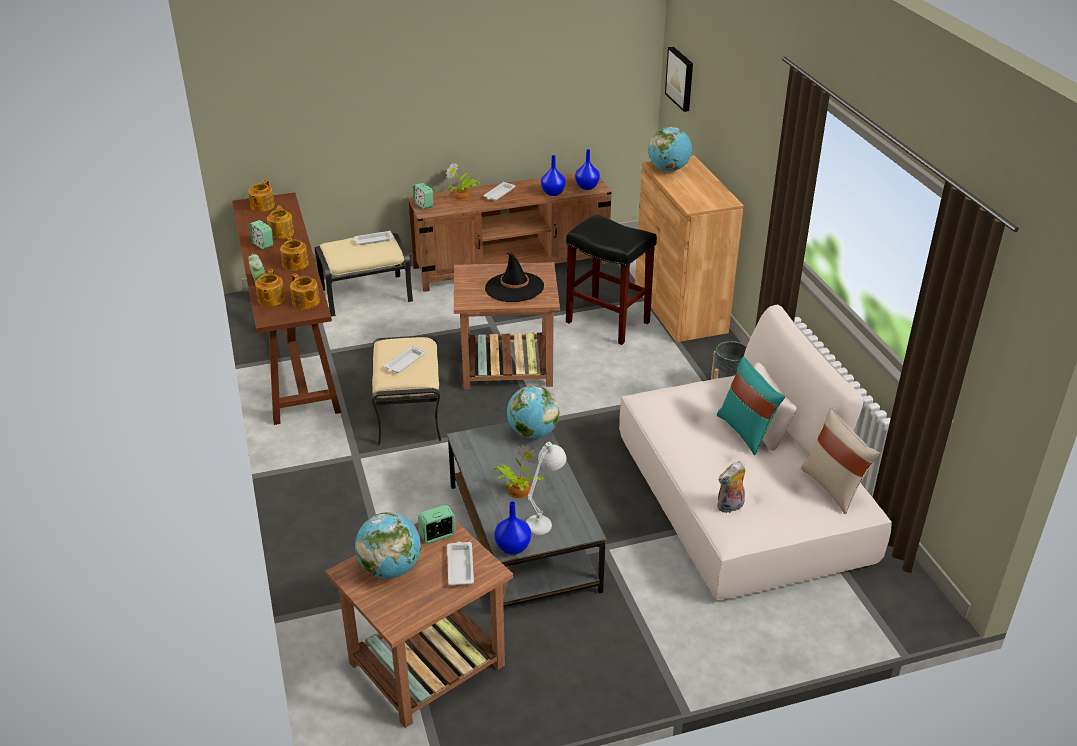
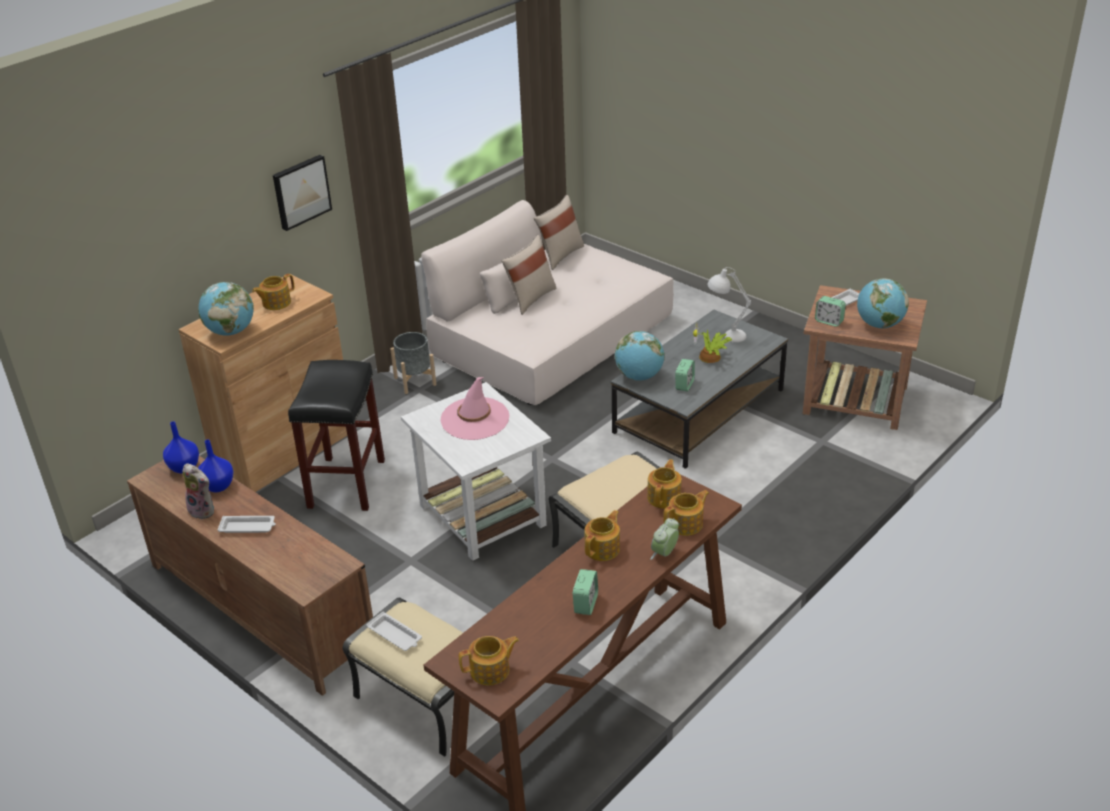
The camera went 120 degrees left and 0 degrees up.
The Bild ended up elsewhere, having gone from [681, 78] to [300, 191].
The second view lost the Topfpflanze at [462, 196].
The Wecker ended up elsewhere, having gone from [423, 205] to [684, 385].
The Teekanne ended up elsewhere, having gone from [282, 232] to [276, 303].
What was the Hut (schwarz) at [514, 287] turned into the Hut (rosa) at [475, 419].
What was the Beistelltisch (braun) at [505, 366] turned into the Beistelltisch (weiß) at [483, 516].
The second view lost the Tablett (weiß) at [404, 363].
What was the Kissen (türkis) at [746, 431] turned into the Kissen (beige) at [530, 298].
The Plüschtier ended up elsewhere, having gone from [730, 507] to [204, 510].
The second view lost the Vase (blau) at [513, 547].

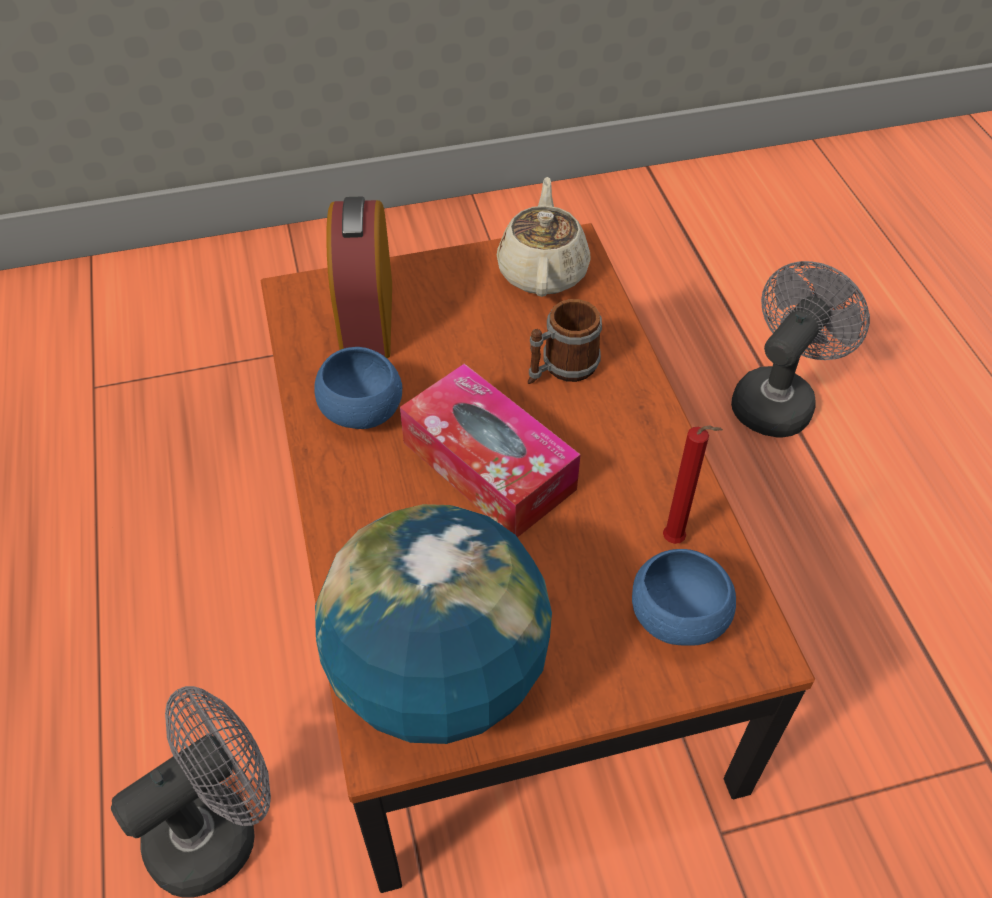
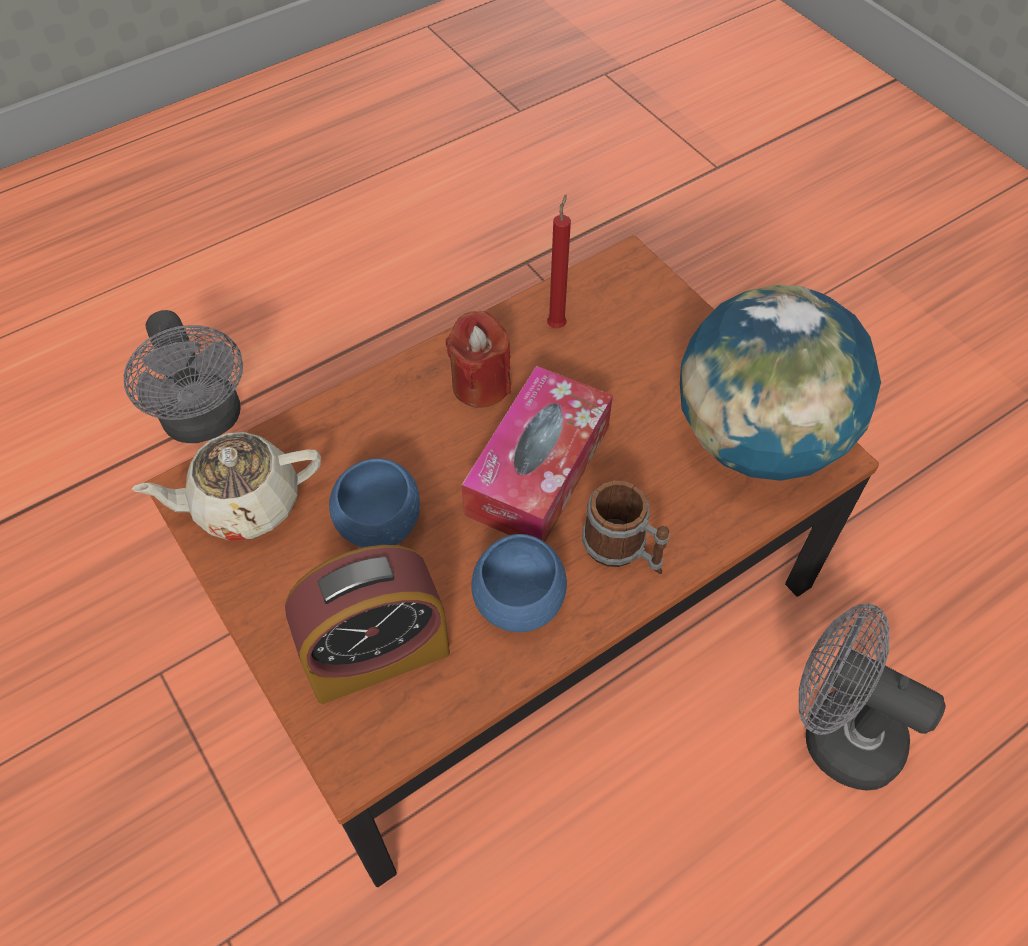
The camera went 110 degrees left and 5 degrees up.
The Ventilator (grau) at [778, 399] ended up facing another way, 135 degrees counterclockwise from before.
The Henkelbecher ended up elsewhere, having gone from [561, 368] to [623, 550].
The Schüssel (blau) ended up elsewhere, having gone from [677, 618] to [379, 524].
The second view gained the Kerze (rot) at [481, 385].

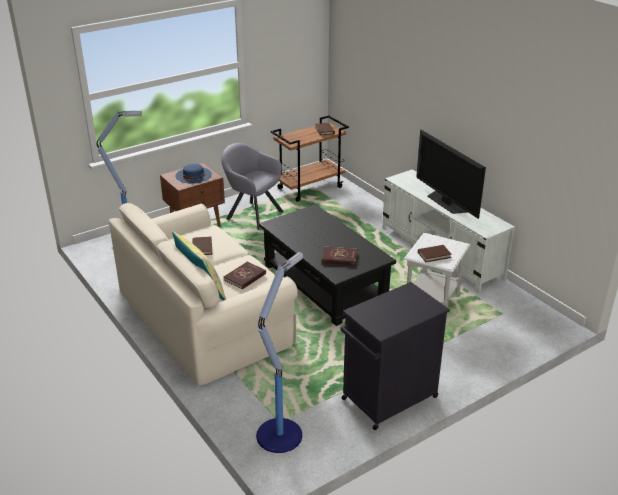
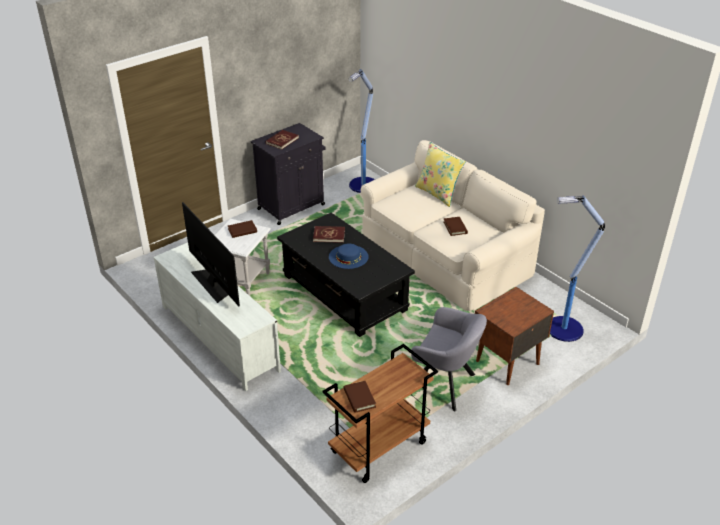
The camera went 175 degrees right and 5 degrees up.
The Hut (blau) ended up elsewhere, having gone from [193, 175] to [348, 256].
The Buch (rot) ended up elsewhere, having gone from [245, 277] to [282, 141].

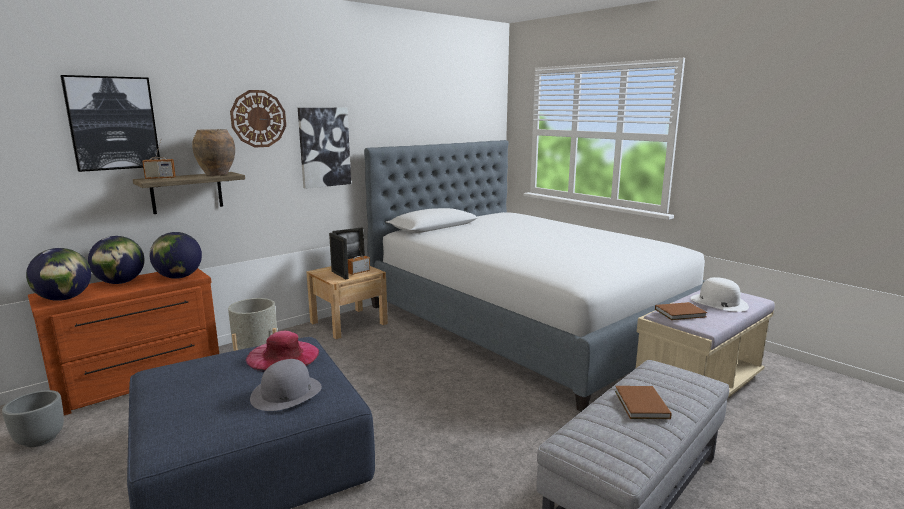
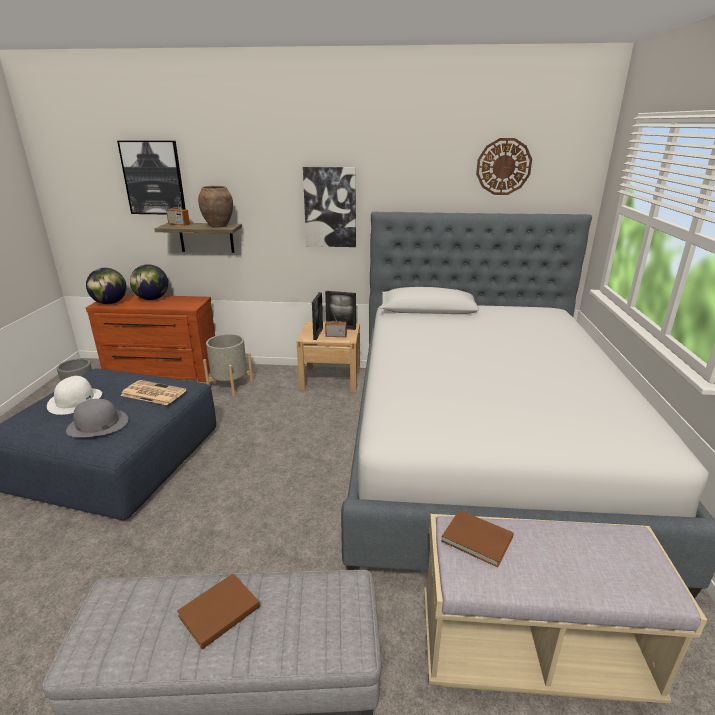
The camera went 45 degrees right and 10 degrees up.
The Wanduhr ended up elsewhere, having gone from [258, 119] to [503, 166].
The second view lost the Globus at [178, 277].
The Hut (weiß) ended up elsewhere, having gone from [718, 302] to [75, 400].
Where the Hut (rosa) stood at [283, 356], the Zeitung came to stand at [152, 393].

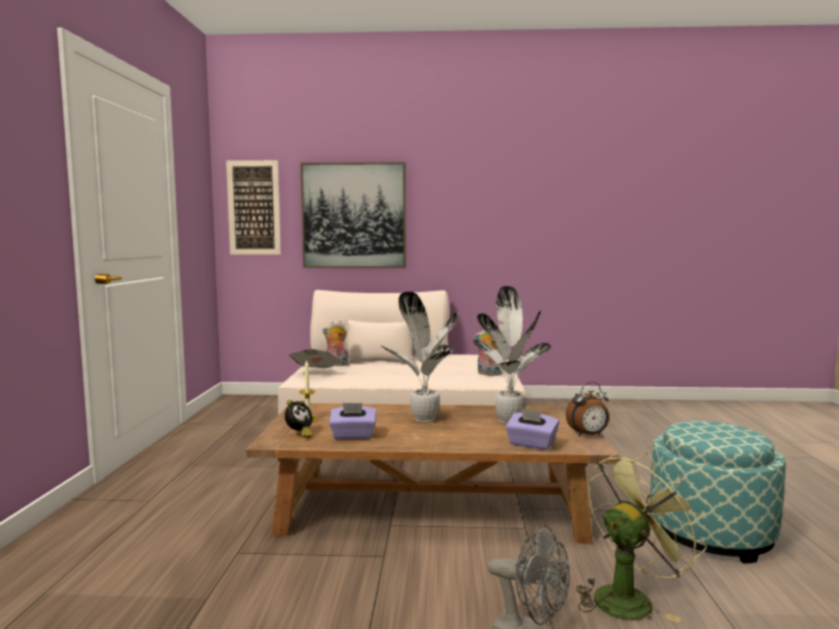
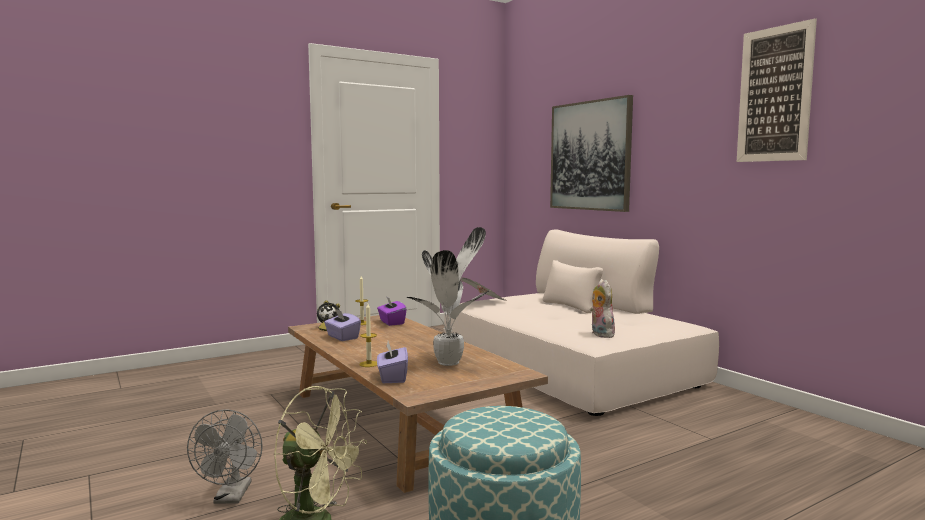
The camera went 55 degrees right and 0 degrees up.
The Bild ended up elsewhere, having gone from [254, 208] to [774, 94].
The second view lost the Topfpflanze at [423, 419].
The second view lost the Plüschtier at [336, 365].
The second view lost the Wecker at [588, 435].
The second view gained the Taschentuchbox (lila) at [391, 322].
The second view gained the Kerze at [369, 364].

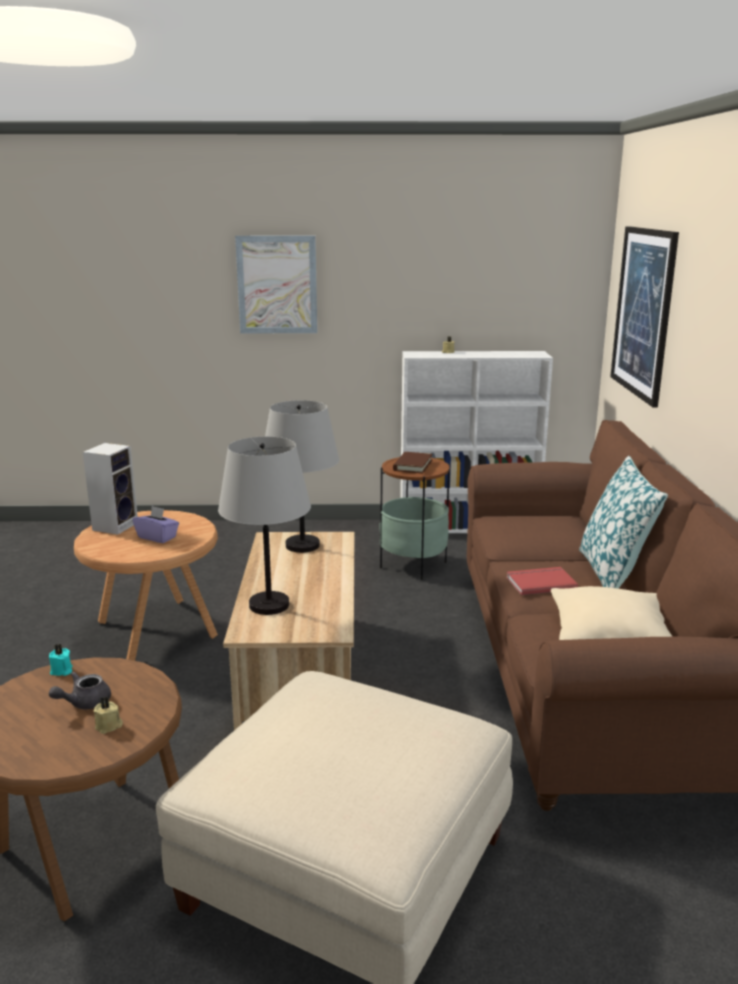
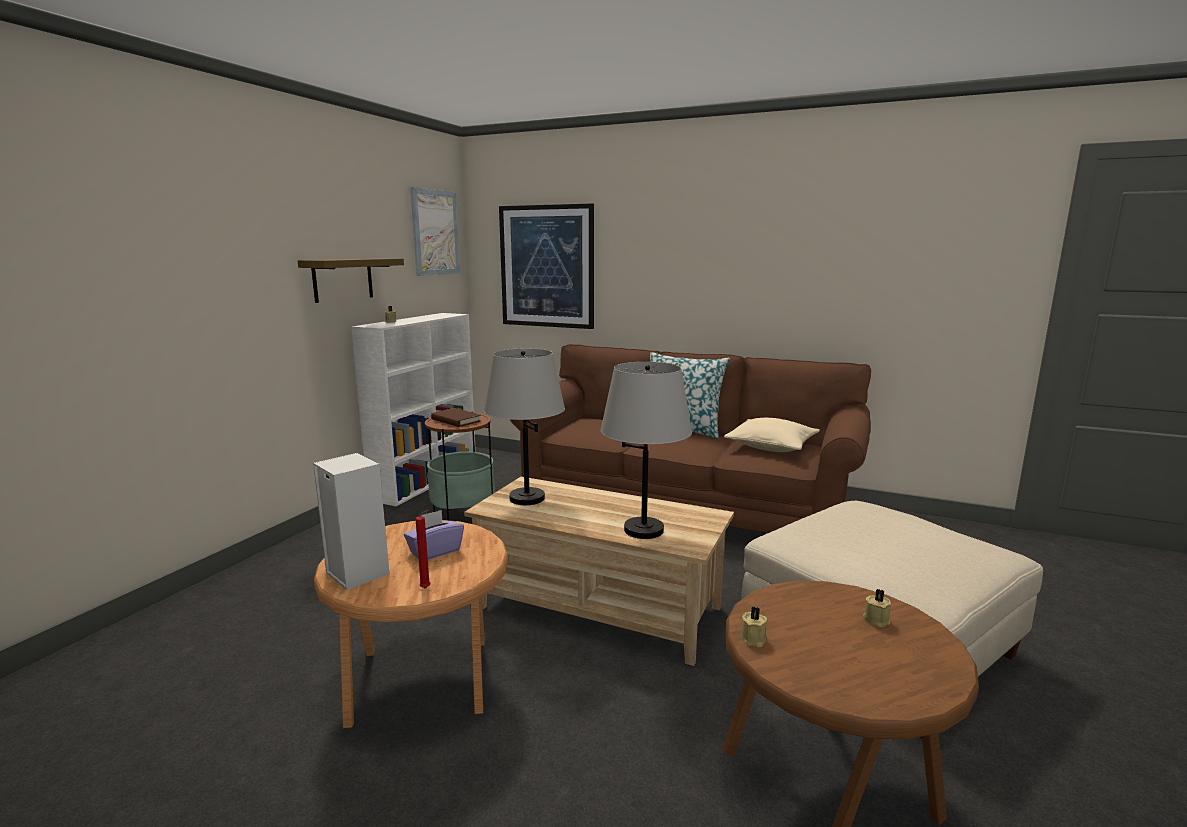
The camera went 65 degrees left and 5 degrees down.
The Bild ended up elsewhere, having gone from [277, 285] to [435, 232].
The second view lost the Buch (rot) at [540, 582].
What was the Kerze (türkis) at [62, 671] turned into the Kerze (beige) at [754, 639].
The second view lost the Teekanne (grau) at [84, 703].
The second view gained the Wandregal at [343, 279].
The second view gained the Kerze (rot) at [427, 588].

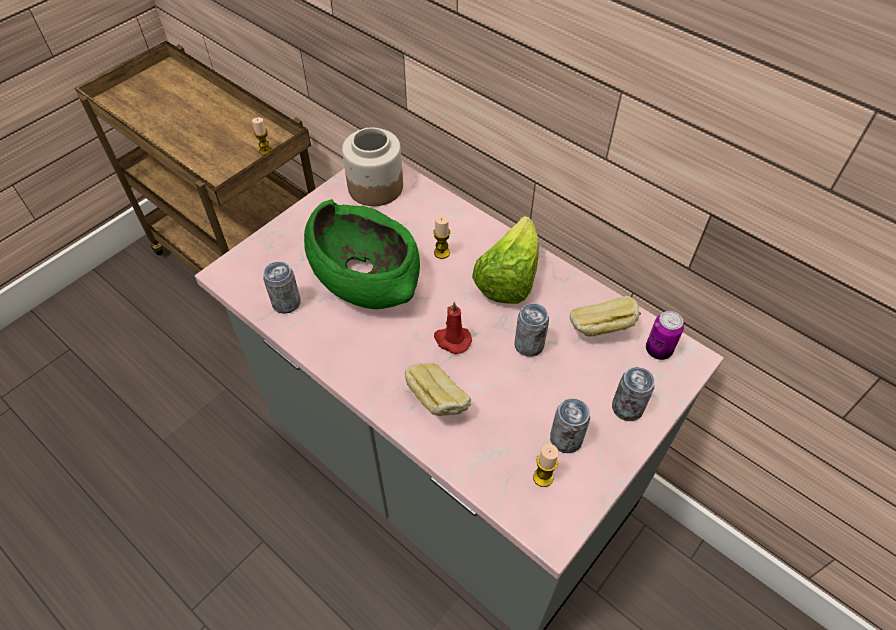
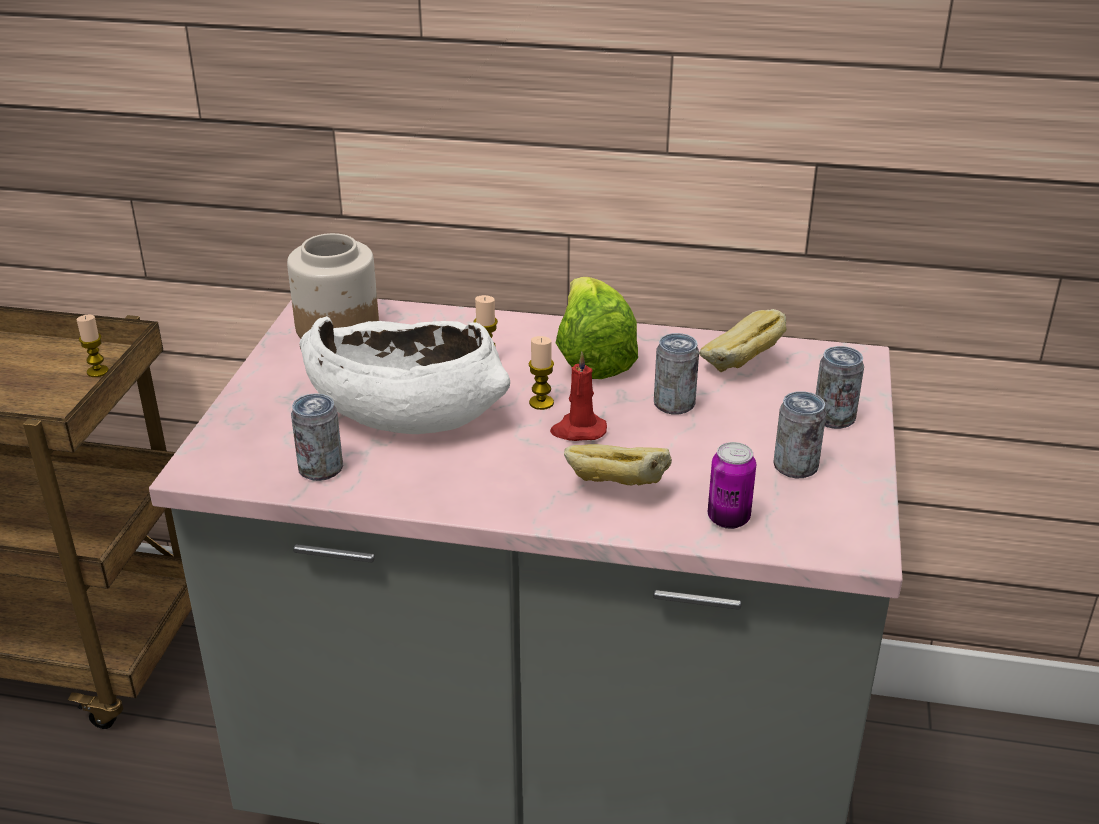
The camera went 30 degrees left and 20 degrees down.
What was the Schüssel (grün) at [364, 275] turned into the Schüssel (weiß) at [404, 410].
The Dose ended up elsewhere, having gone from [658, 350] to [728, 519].
The Kerze ended up elsewhere, having gone from [543, 477] to [541, 403].

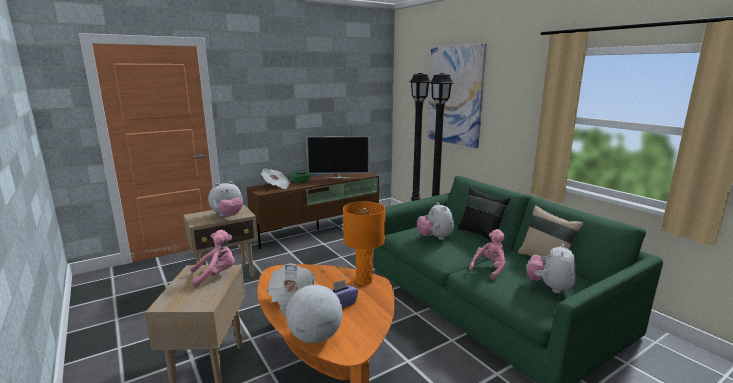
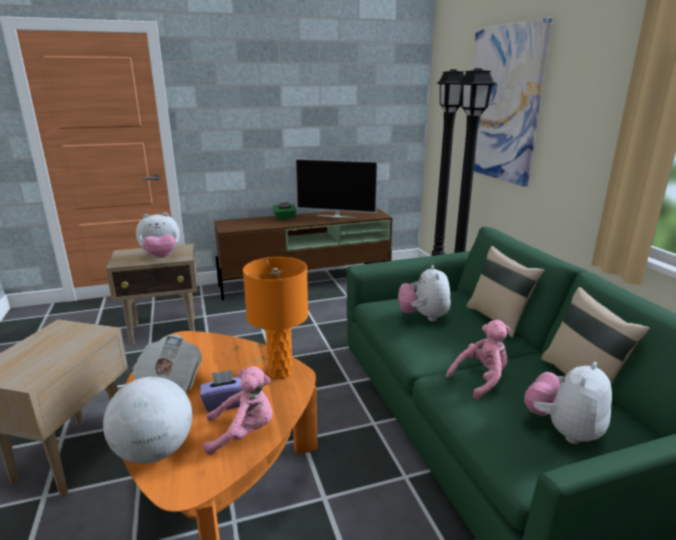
The camera went 15 degrees right and 5 degrees up.
The second view lost the Zeitung at [276, 186].
What was the Kissen (schwarz) at [481, 234] turned into the Kissen (beige) at [498, 319].
The Plüschtier (rosa) ended up elsewhere, having gone from [216, 275] to [244, 433].

